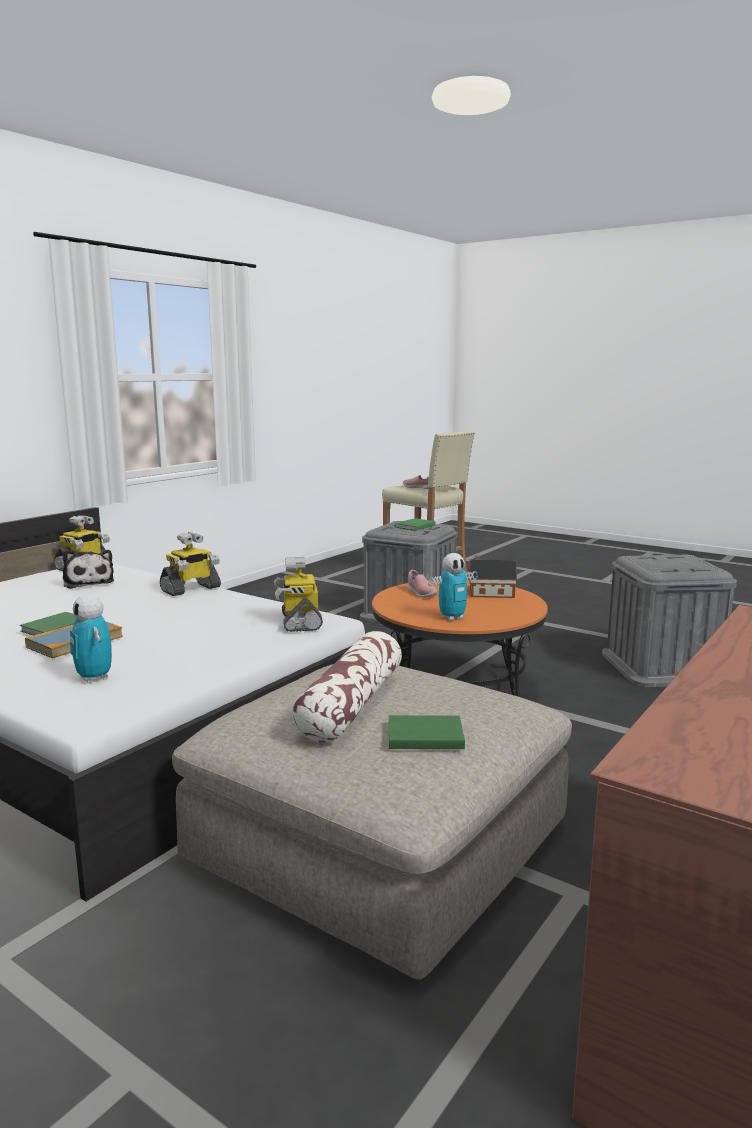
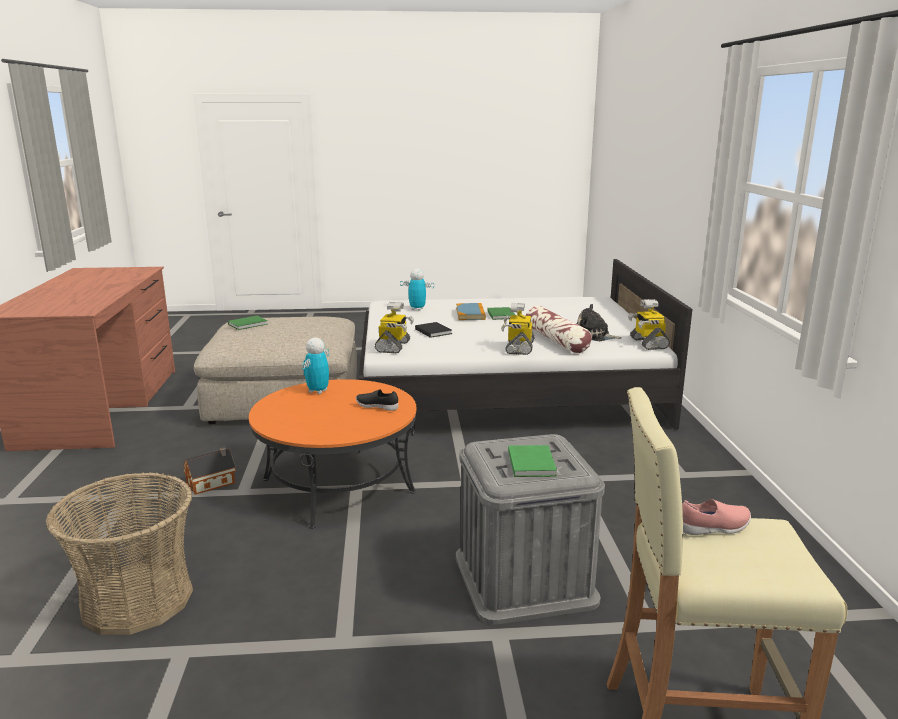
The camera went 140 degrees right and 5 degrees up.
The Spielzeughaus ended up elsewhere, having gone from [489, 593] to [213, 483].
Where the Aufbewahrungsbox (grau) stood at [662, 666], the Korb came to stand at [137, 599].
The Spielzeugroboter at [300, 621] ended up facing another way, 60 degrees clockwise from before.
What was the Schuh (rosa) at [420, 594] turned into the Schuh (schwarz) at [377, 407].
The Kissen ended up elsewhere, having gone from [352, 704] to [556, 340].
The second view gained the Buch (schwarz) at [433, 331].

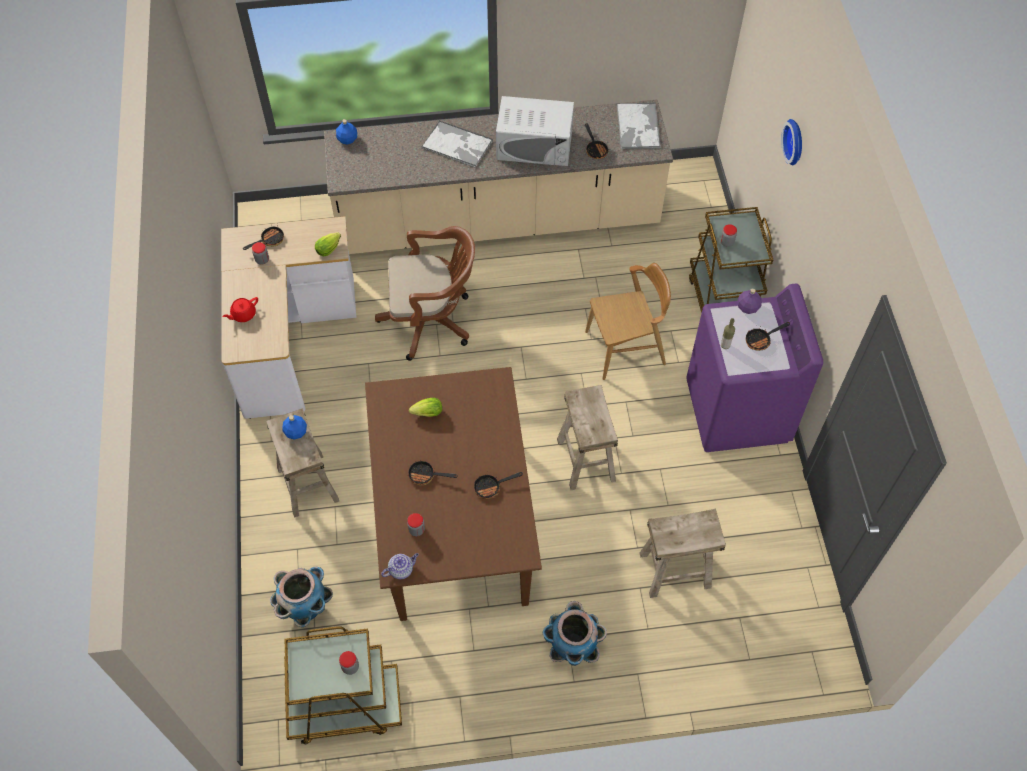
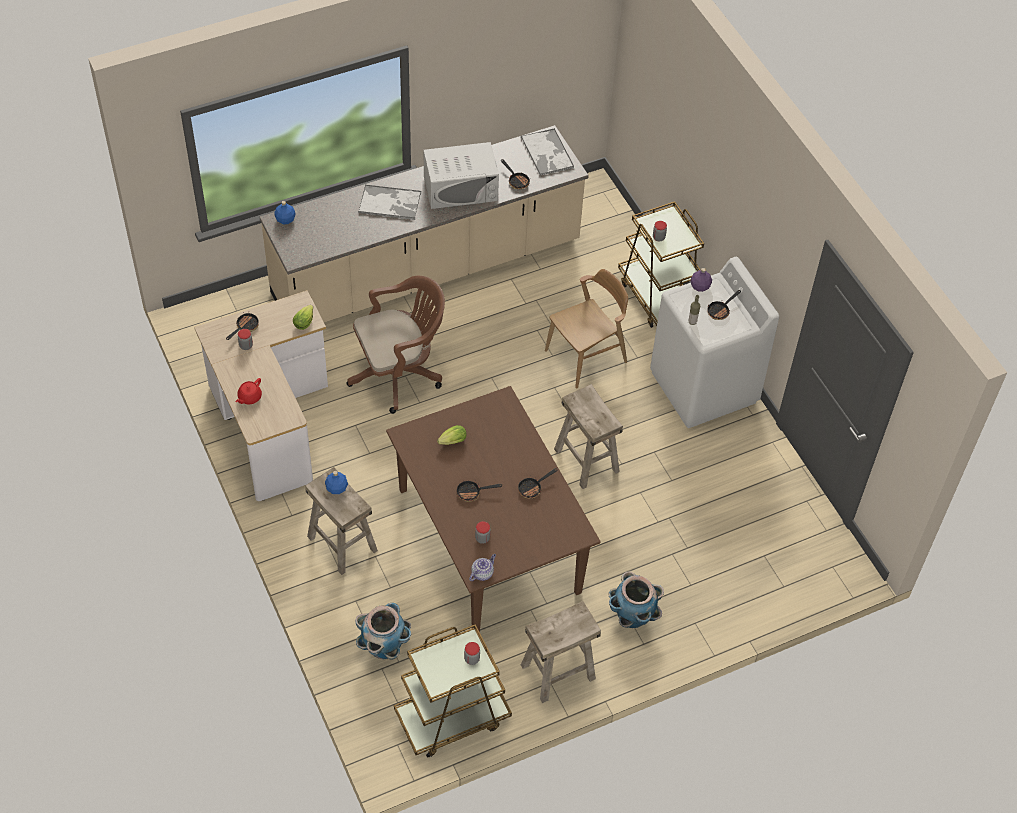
The camera went 20 degrees left and 5 degrees down.
The second view lost the Wanduhr at [796, 141].
What was the Waschmaschine (lila) at [737, 411] turned into the Waschmaschine (weiß) at [704, 387].
The Hocker (beige) ended up elsewhere, having gone from [674, 571] to [558, 672].

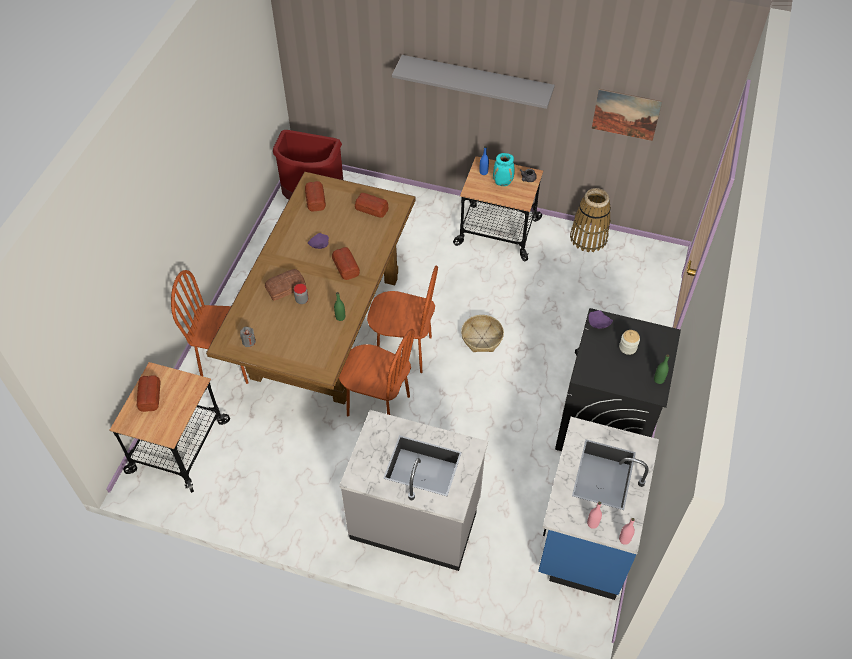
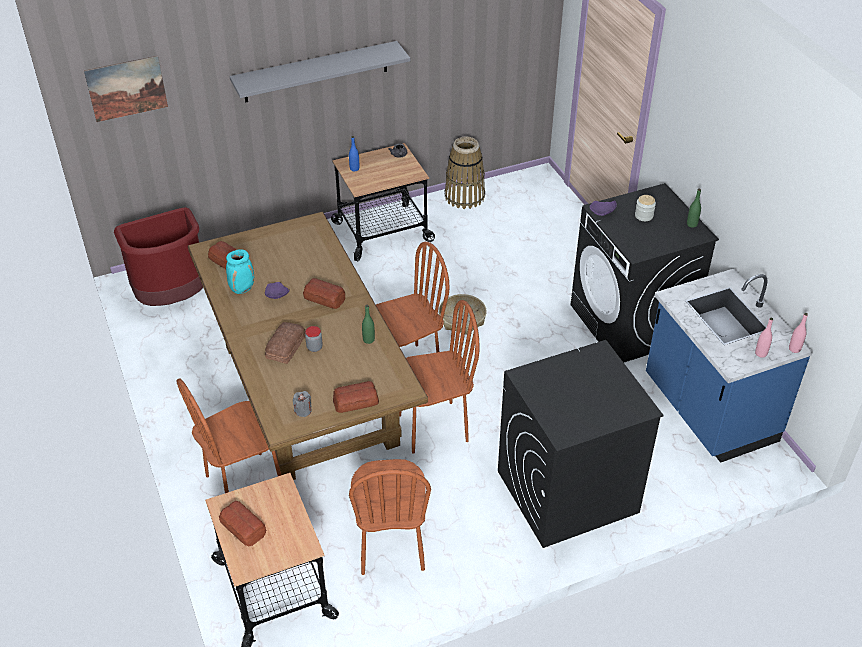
The camera went 40 degrees left and 10 degrees down.
The Bild ended up elsewhere, having gone from [626, 114] to [126, 88].
The Vase (türkis) ended up elsewhere, having gone from [503, 182] to [242, 288].
The Brot ended up elsewhere, having gone from [372, 209] to [356, 401].
Where the Küchenzeile (grau) stood at [415, 518], the Waschmaschine (schwarz) came to stand at [566, 492].
The second view gained the Stuhl (braun) at [391, 546].

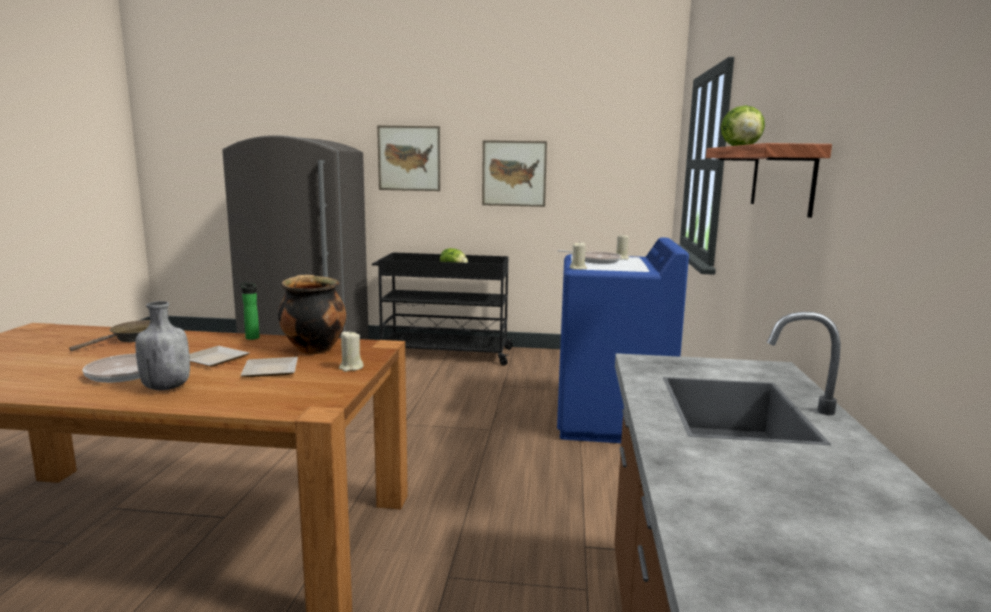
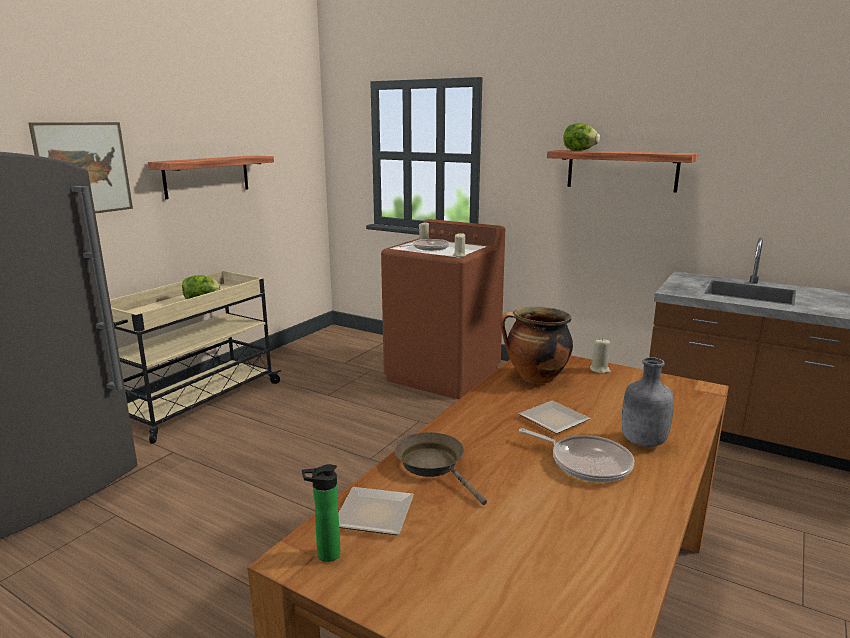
The camera went 65 degrees left and 5 degrees up.
Where the Bild hung at [514, 173], the Wandregal came to hang at [207, 176].
What was the Waschmaschine (blau) at [611, 421] turned into the Waschmaschine (braun) at [443, 375].
What was the Rollwagen (schwarz) at [443, 353] turned into the Rollwagen (beige) at [197, 403].
The Flasche ended up elsewhere, having gone from [251, 337] to [325, 555].
The Teller ended up elsewhere, having gone from [272, 371] to [377, 513].

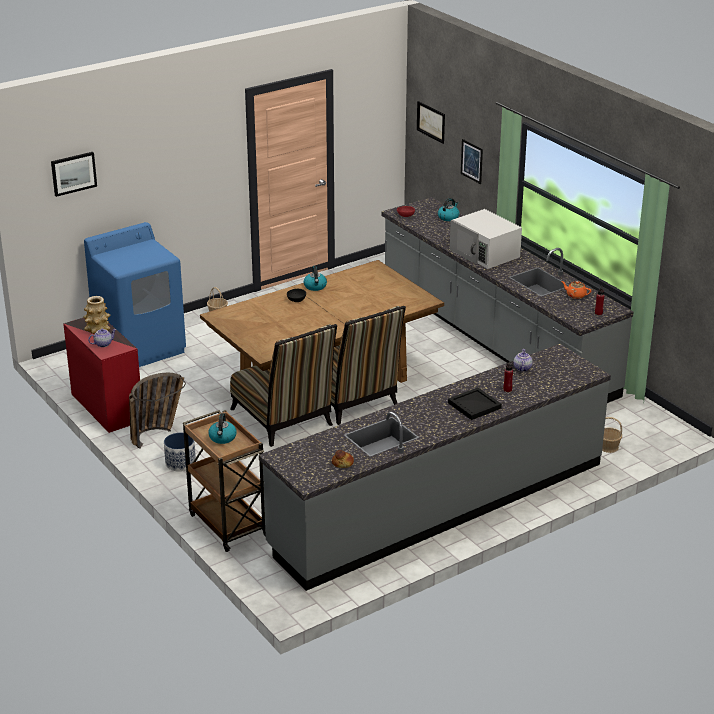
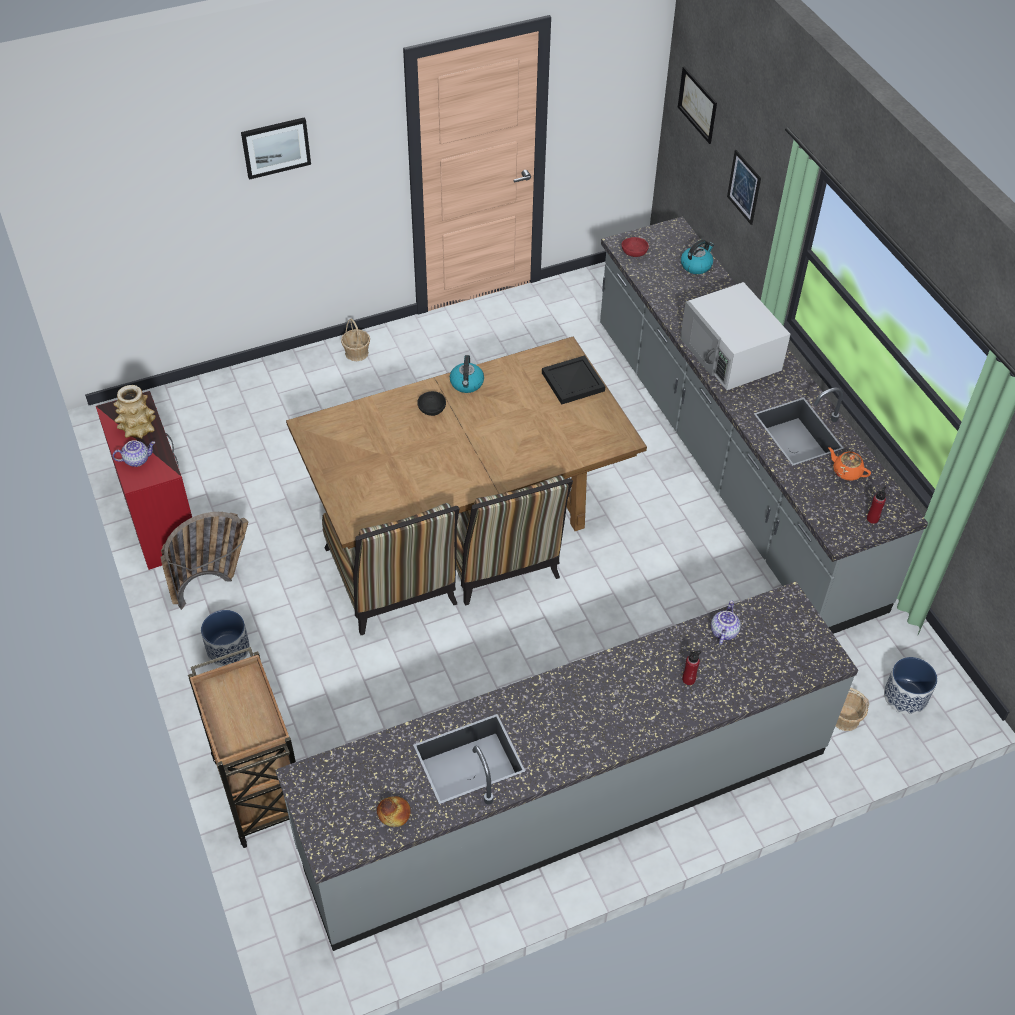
The camera went 10 degrees right and 20 degrees up.
The Bild ended up elsewhere, having gone from [73, 173] to [276, 147].
The second view lost the Waschmaschine (blau) at [141, 347].
The Tablett (schwarz) ended up elsewhere, having gone from [475, 405] to [574, 382].
The second view lost the Wasserkessel at [222, 438].
The second view gained the Pflanzkübel at [905, 696].

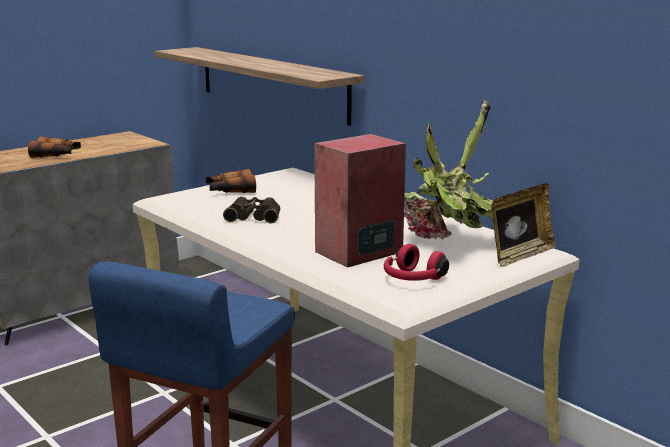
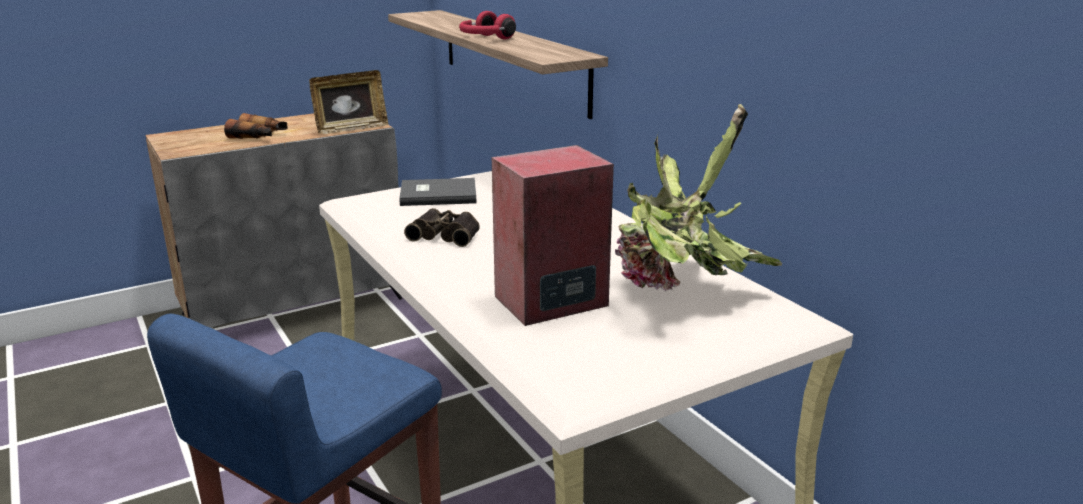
The camera went 10 degrees right and 5 degrees up.
Where the Fernglas stood at [230, 191], the Buch (grau) came to stand at [437, 194].
The Bilderrahmen ended up elsewhere, having gone from [520, 256] to [351, 129].
The Kopfhörer (rot) ended up elsewhere, having gone from [412, 279] to [485, 39].

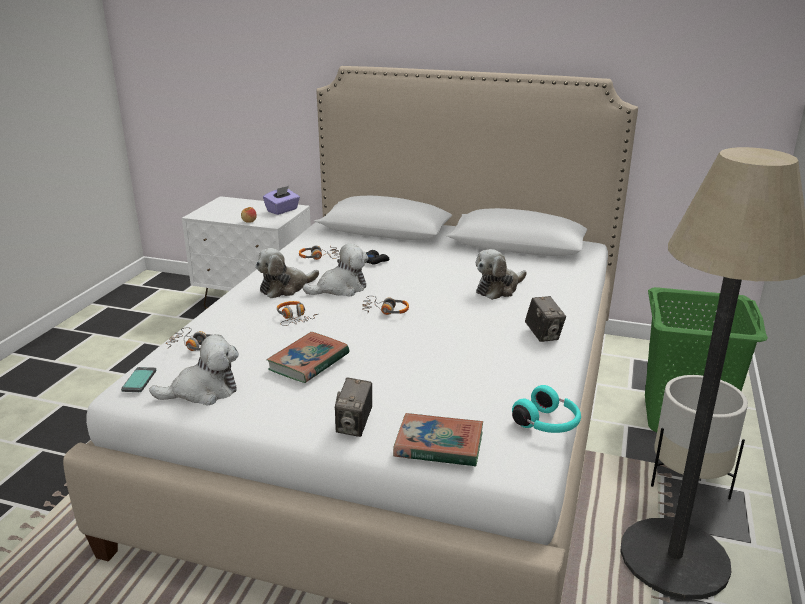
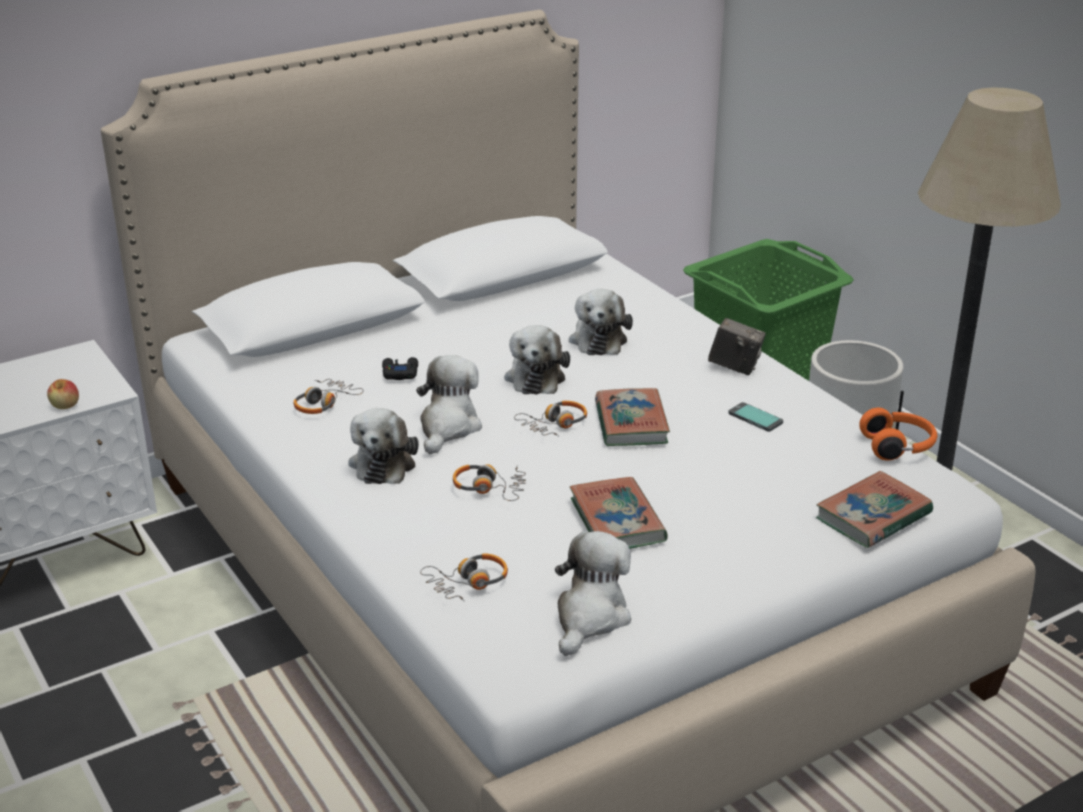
The camera went 50 degrees left and 5 degrees up.
The second view lost the Taschentuchbox (lila) at [282, 210].
The Handy ended up elsewhere, having gone from [139, 380] to [755, 418].
The second view lost the Kamera at [354, 426].
What was the Kopfhörer (türkis) at [548, 424] turned into the Kopfhörer (orange) at [898, 446].
The second view gained the Plüschtier at [535, 376].
The second view gained the Buch at [631, 423].

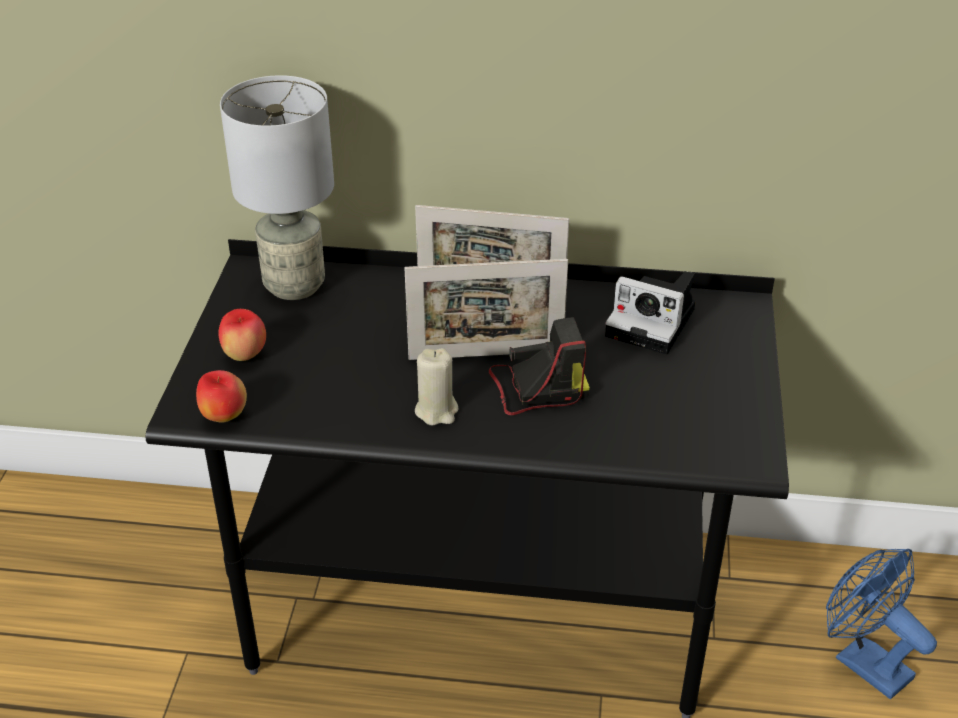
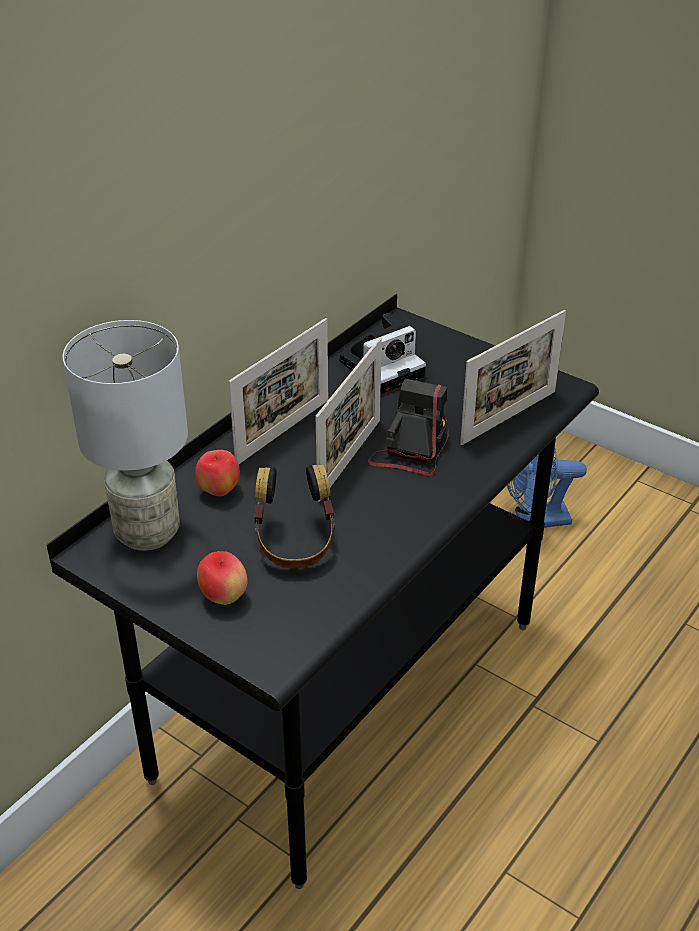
The camera went 60 degrees left and 0 degrees up.
The second view lost the Kerze (beige) at [436, 411].
The Apfel ended up elsewhere, having gone from [224, 416] to [219, 491].
The second view gained the Bilderrahmen at [508, 417].
The second view gained the Kopfhörer at [295, 543].

